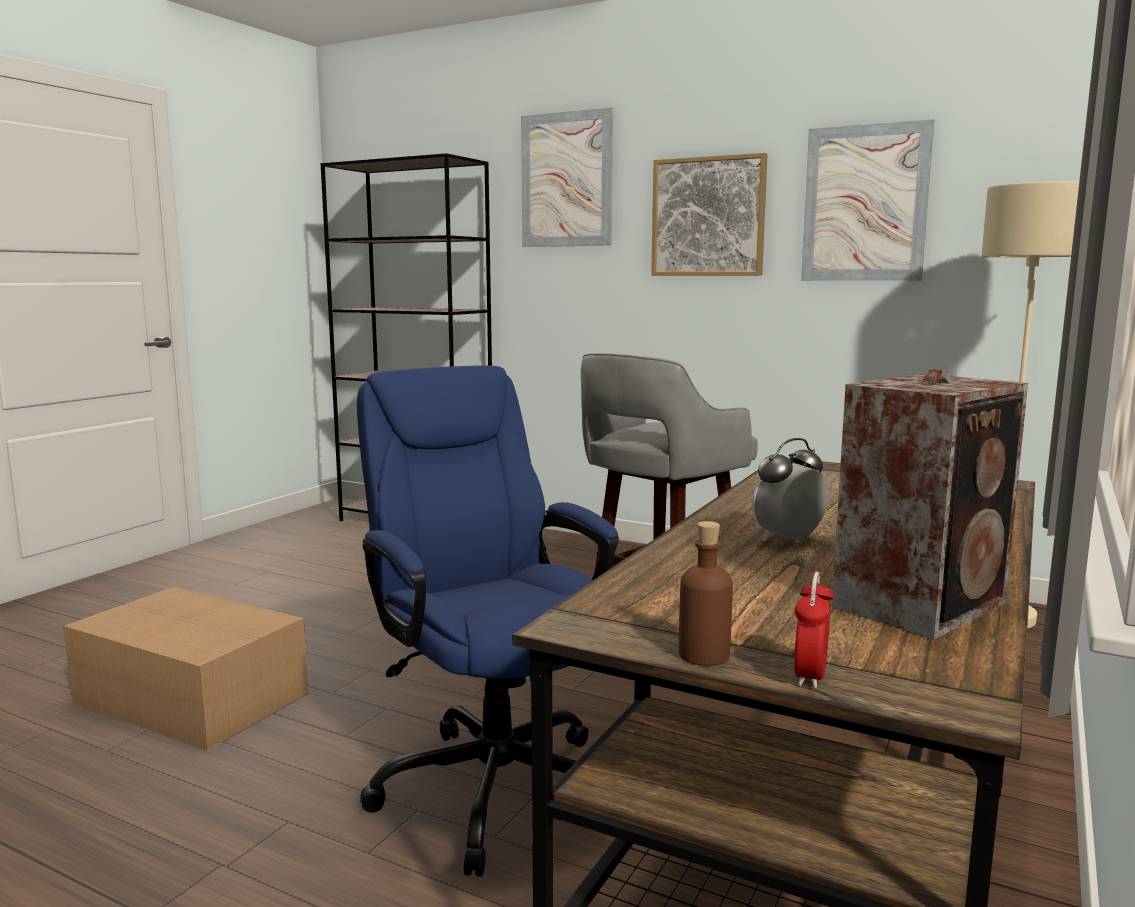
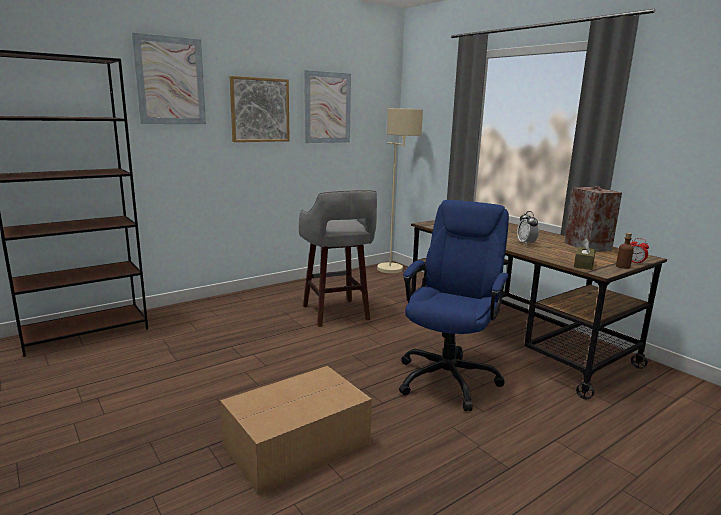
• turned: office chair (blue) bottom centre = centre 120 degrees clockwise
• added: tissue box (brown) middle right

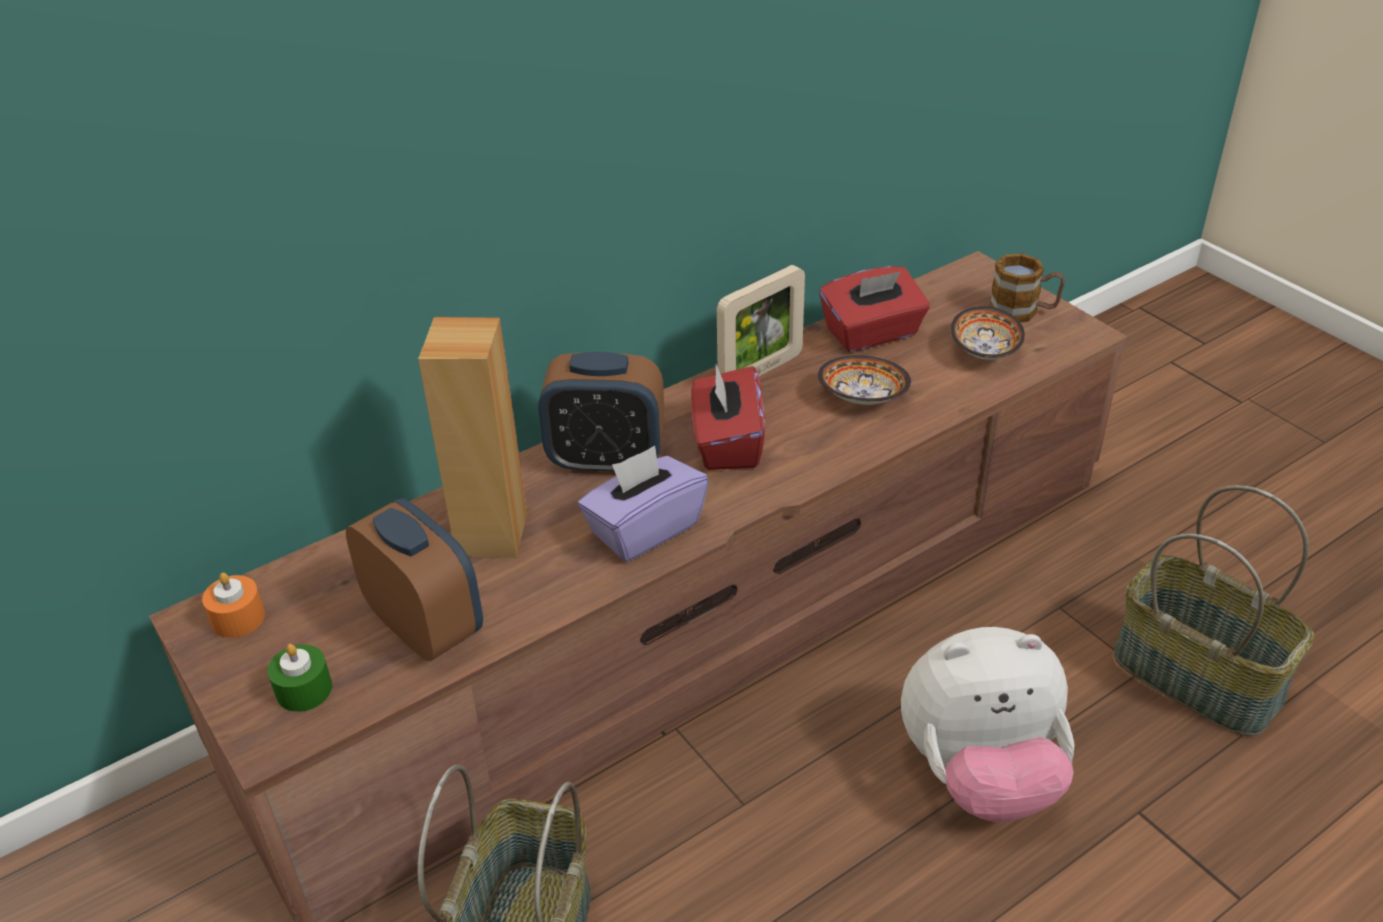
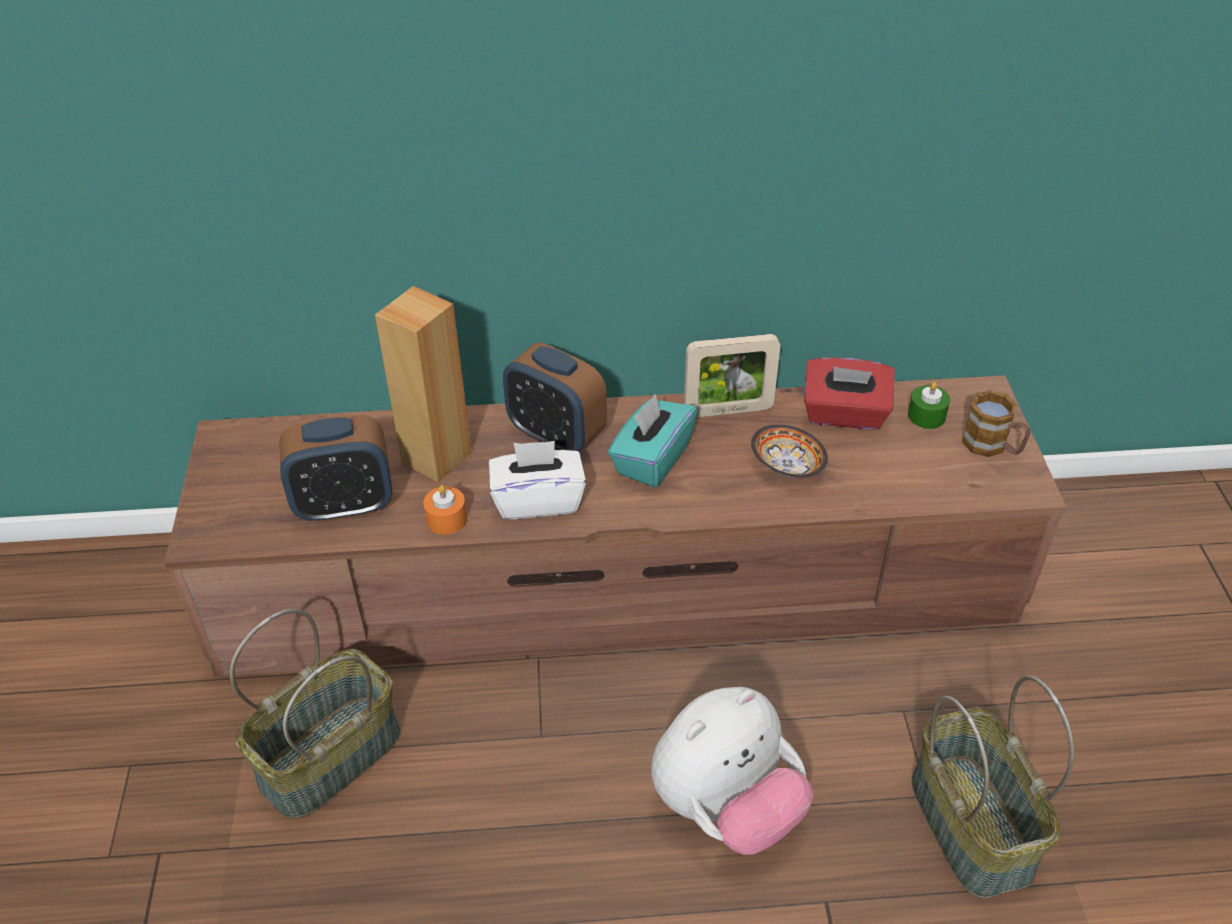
• removed: bowl (2nd from left) middle right
• recoloured: tissue box (red) (1st from left) centre to tissue box (turquoise) centre
• recoloured: tissue box (purple) centre to tissue box (white) centre
• turned: alarm clock (1st from left) middle left = middle left 90 degrees clockwise
• moved: candle (orange) middle left to centre
• turned: plush toy bottom right = bottom centre 60 degrees counterclockwise
• moved: candle (green) bottom left to middle right

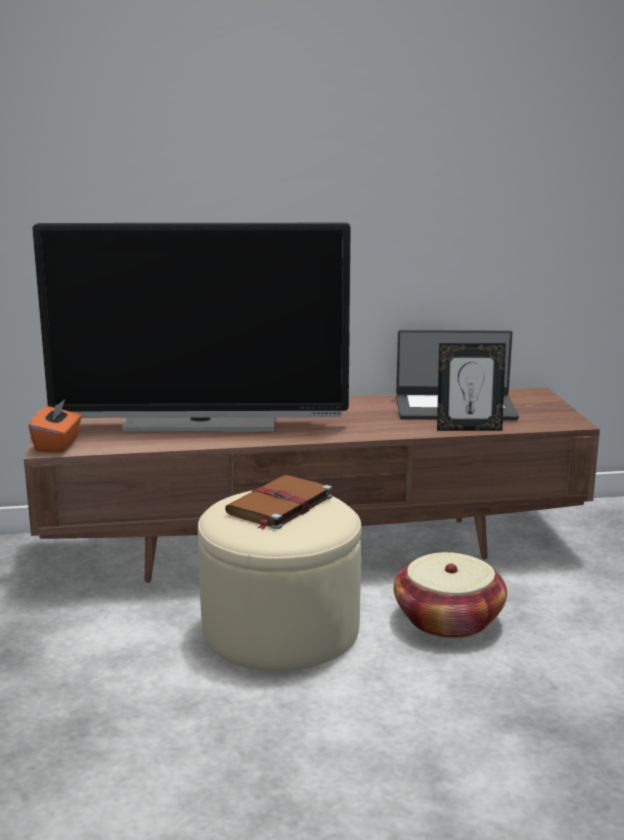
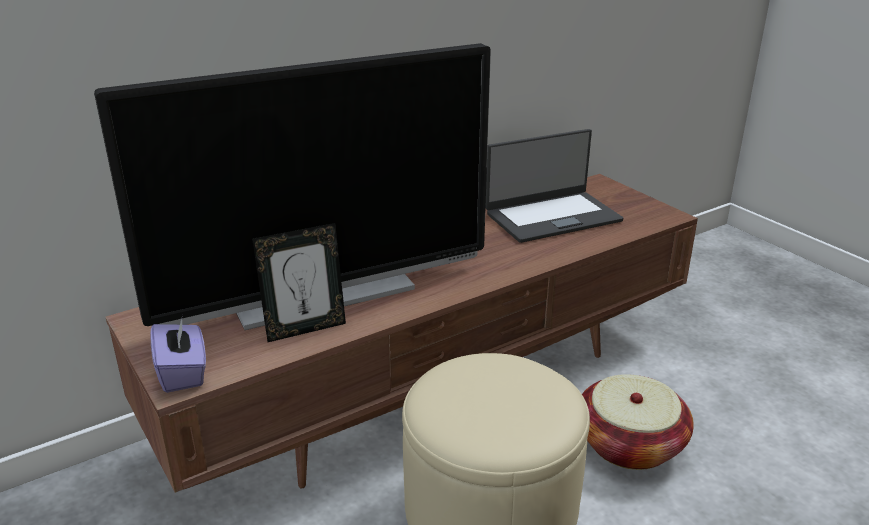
• moved: picture frame middle right to centre
• recoloured: tissue box (orange) middle left to tissue box (purple) bottom left
• removed: book (brown) centre

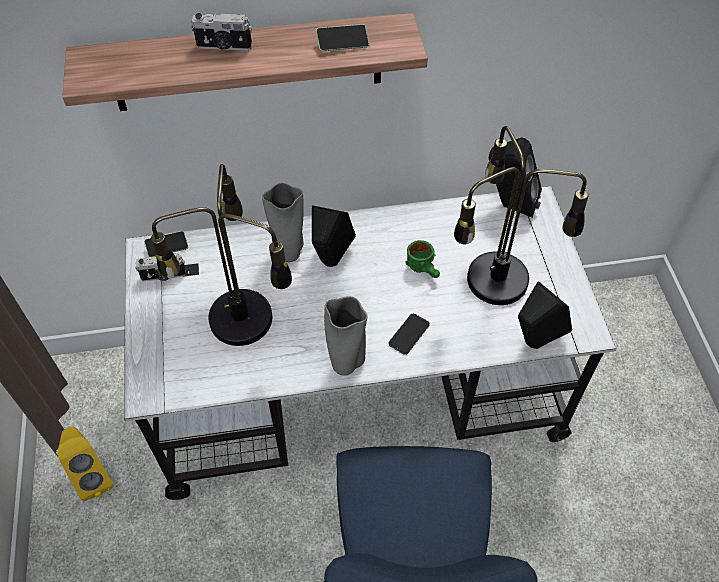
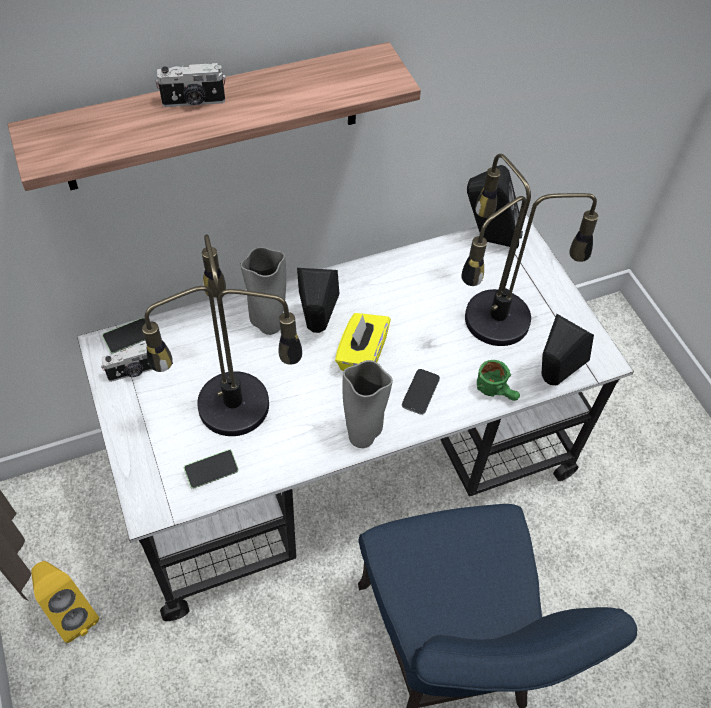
• moved: phone (2nd from left) top centre to middle left
• moved: mug (green) centre to middle right
• added: tissue box (yellow) centre

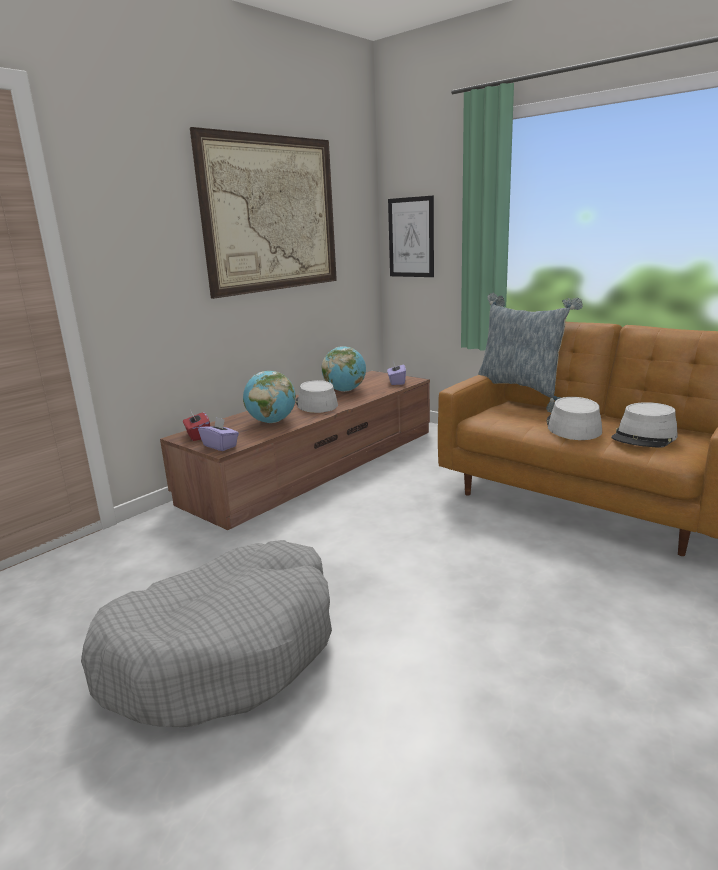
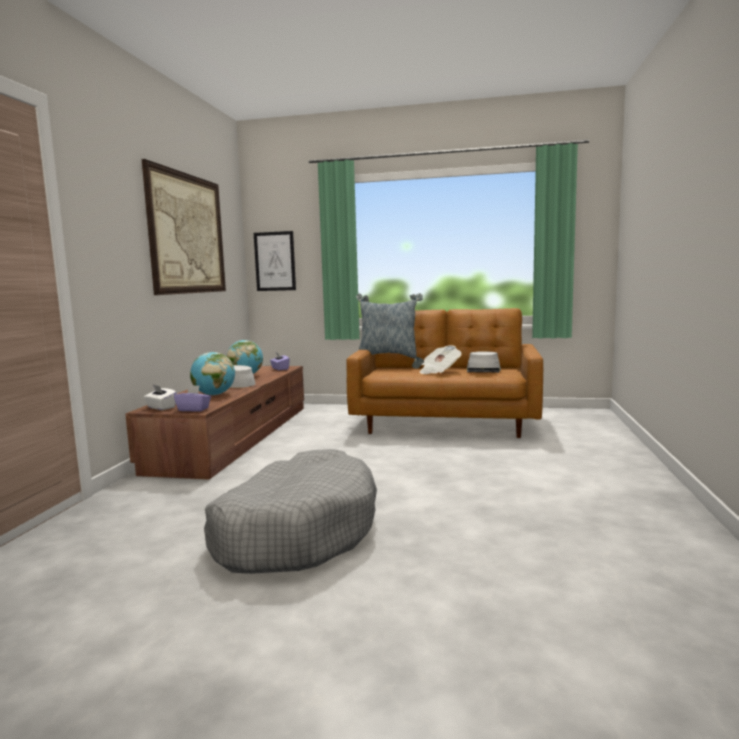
• replaced: hat (grey) (2nd from left) middle right to newspaper centre
• recoloured: tissue box (red) middle left to tissue box (white) middle left

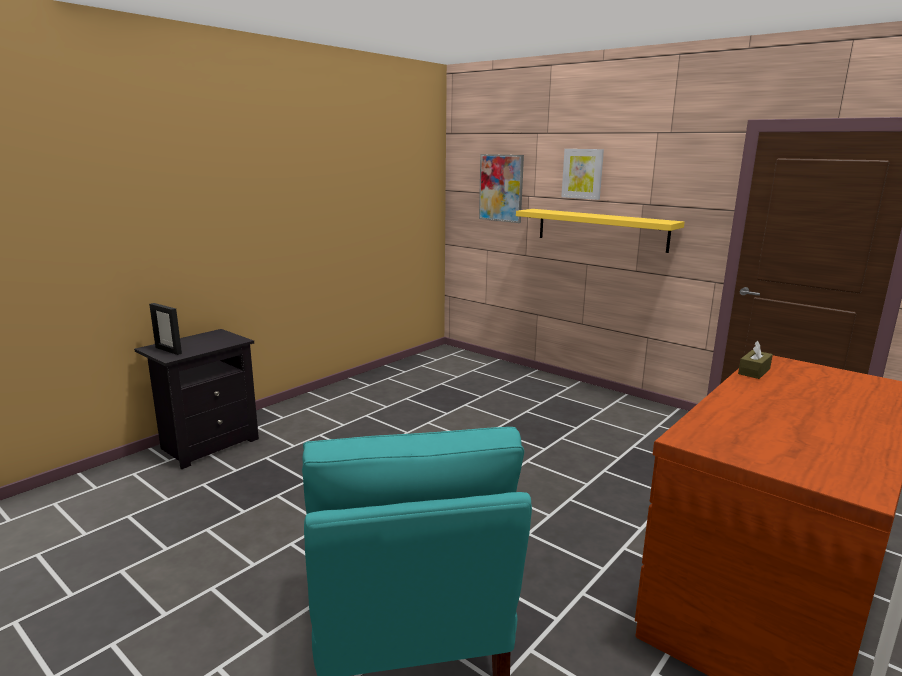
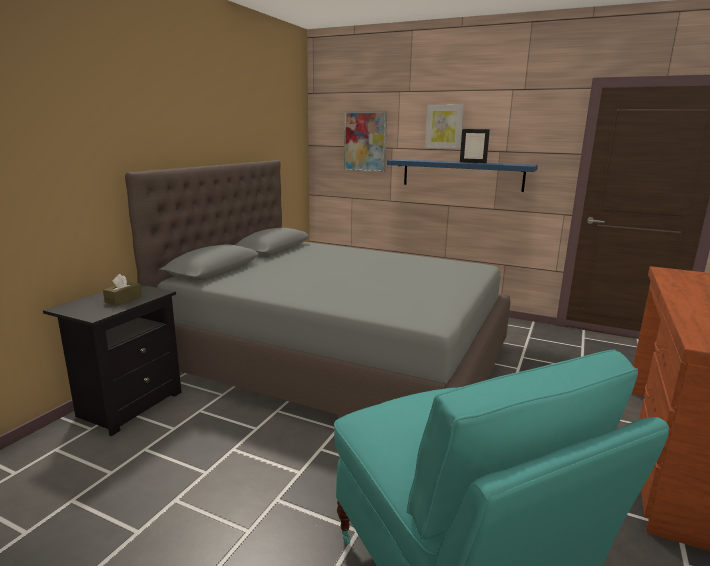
• recoloured: shelf (yellow) centre to shelf (blue) top centre
• moved: picture frame middle left to top right
• moved: tissue box (brown) middle right to middle left
• added: bed (grey) centre

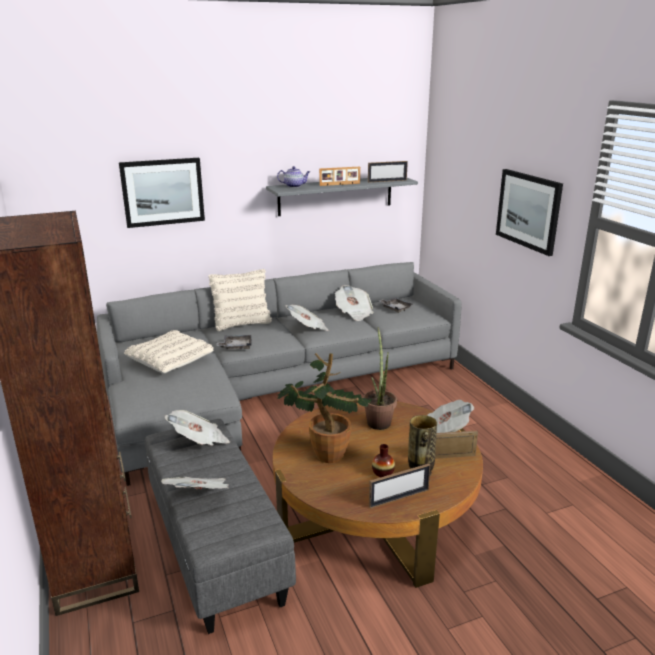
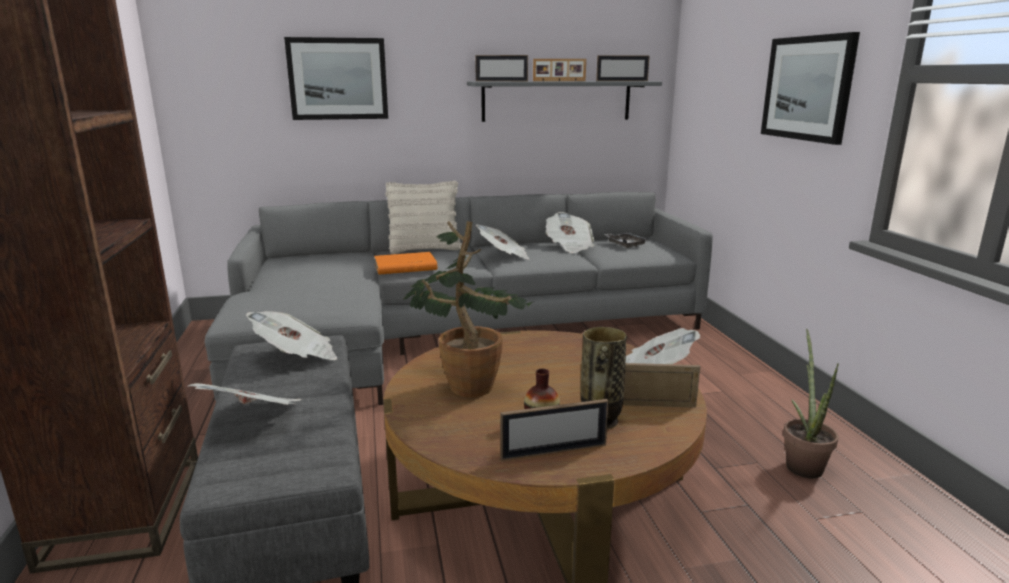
• replaced: teapot top centre to picture frame (1st from left) top centre
• moved: potted plant (2nd from left) centre to bottom right
• removed: pillow (beige) (1st from left) middle left
• replaced: tray (grey) (1st from left) centre to book (orange) centre

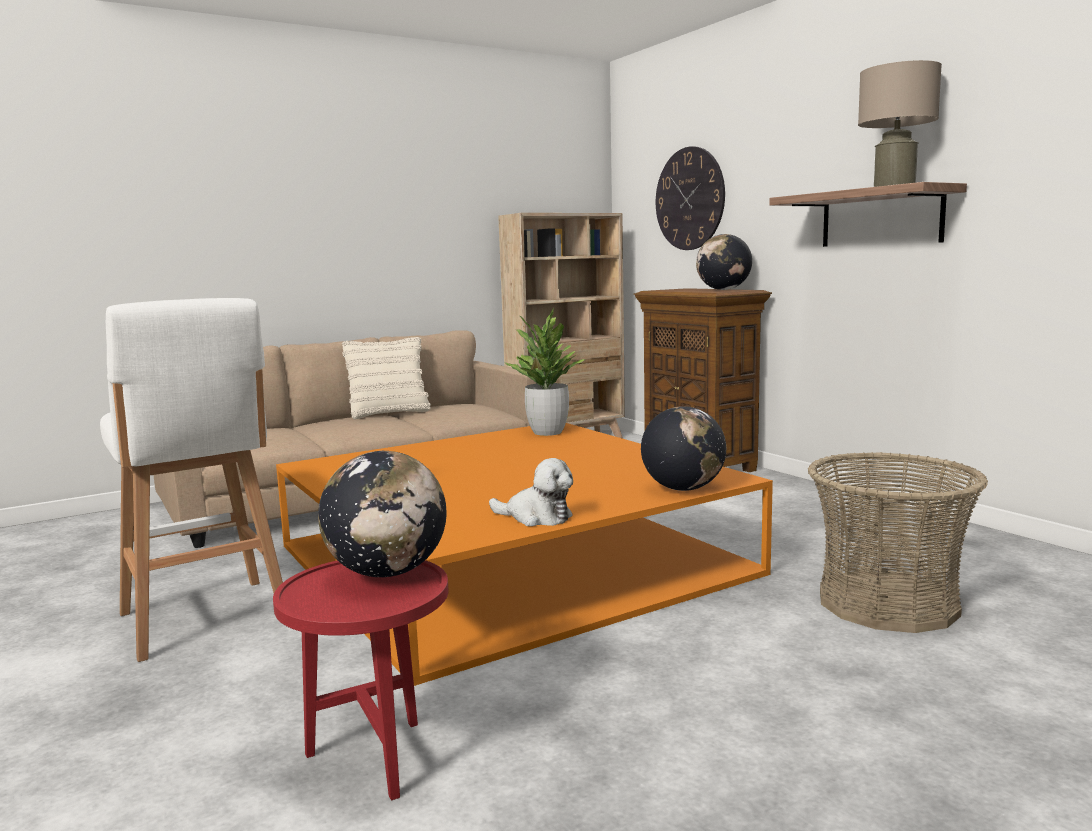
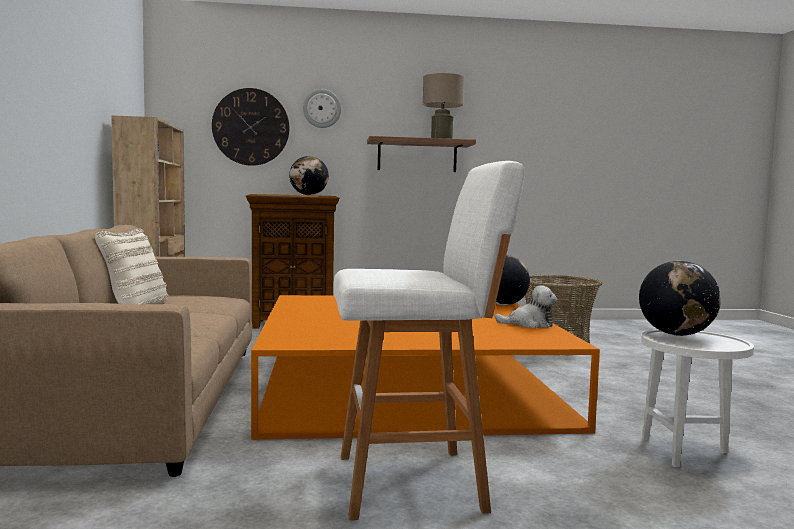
• removed: potted plant centre
• turned: plush toy centre = centre 45 degrees clockwise
• recoloured: side table (red) bottom left to side table (white) bottom right
• added: wall clock (2nd from left) top centre

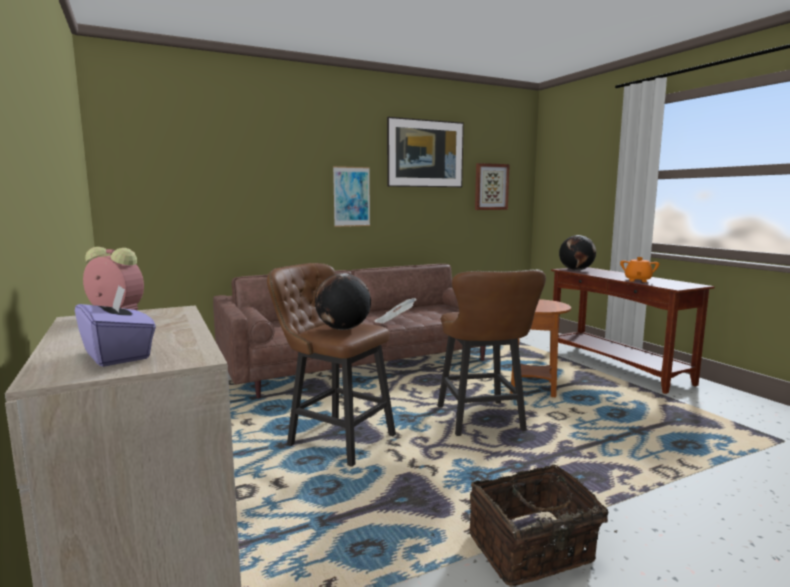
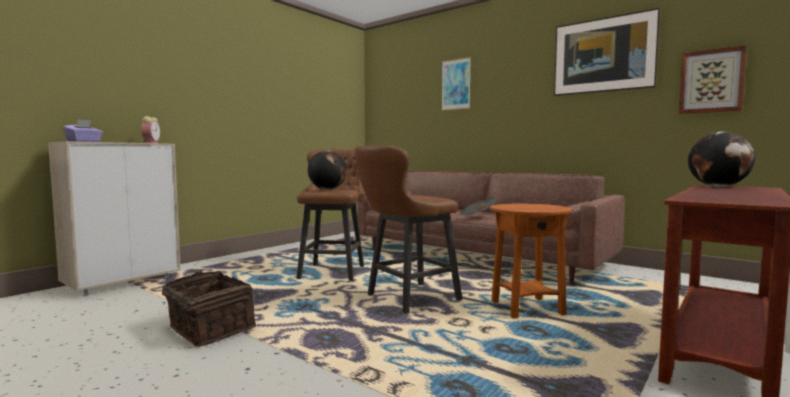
• moved: picture (1st from left) centre to top centre
• removed: teapot (orange) middle right

